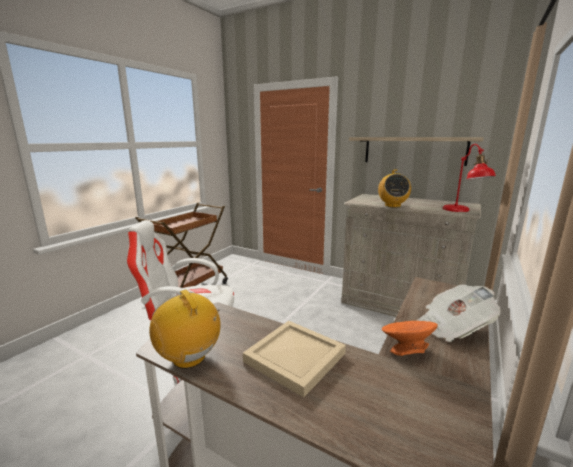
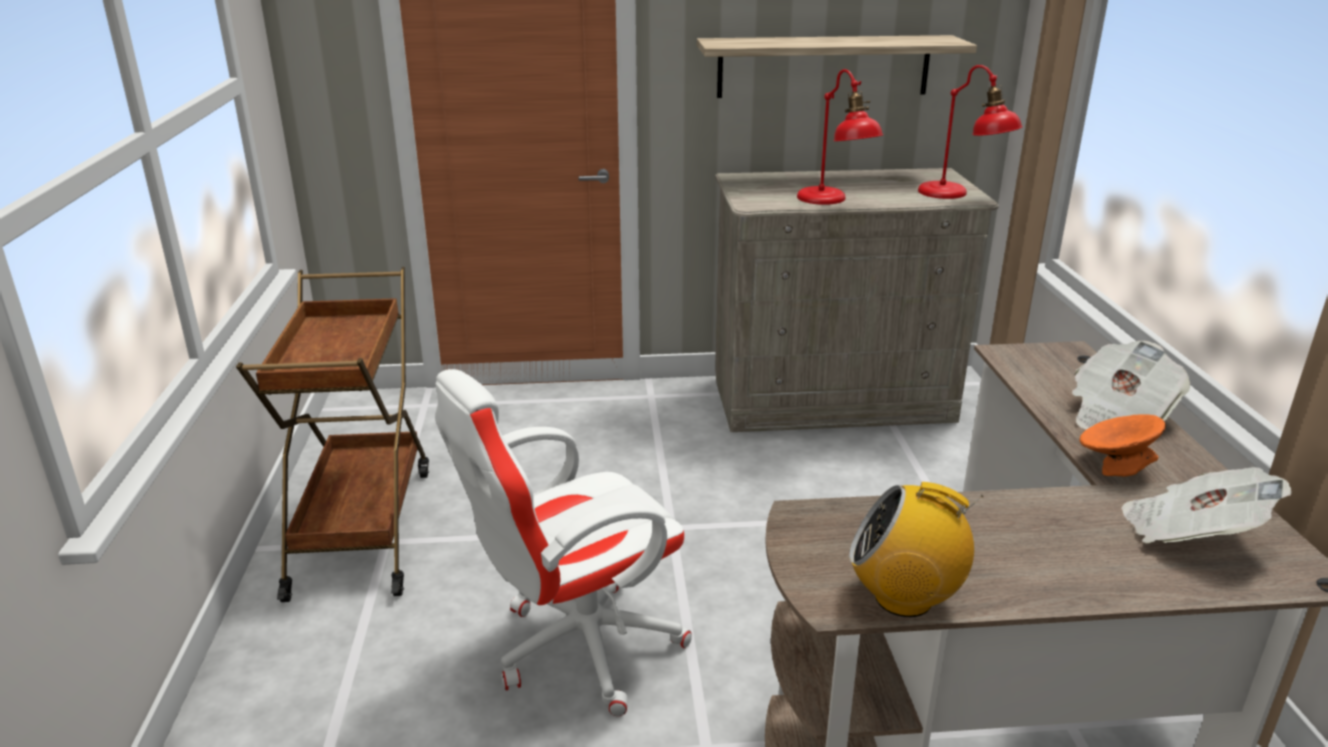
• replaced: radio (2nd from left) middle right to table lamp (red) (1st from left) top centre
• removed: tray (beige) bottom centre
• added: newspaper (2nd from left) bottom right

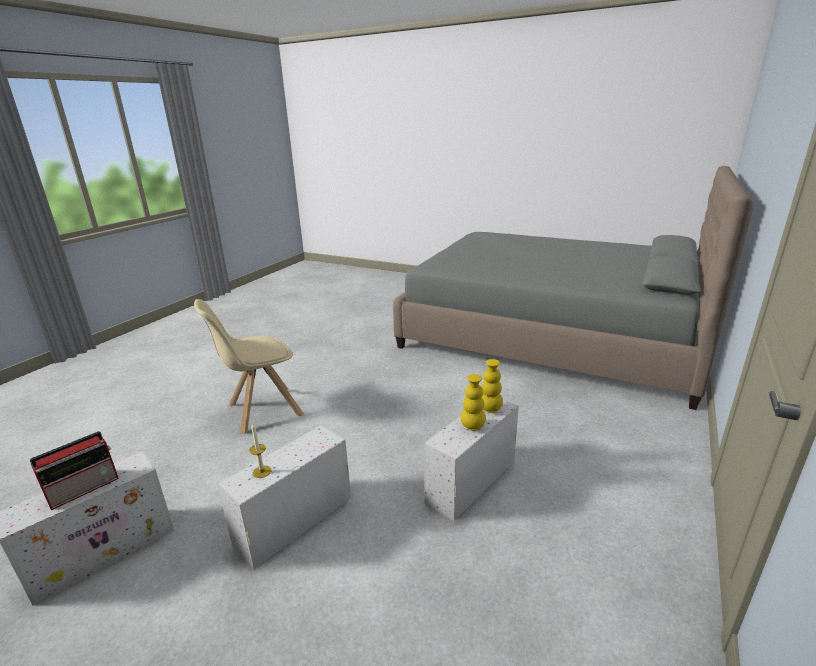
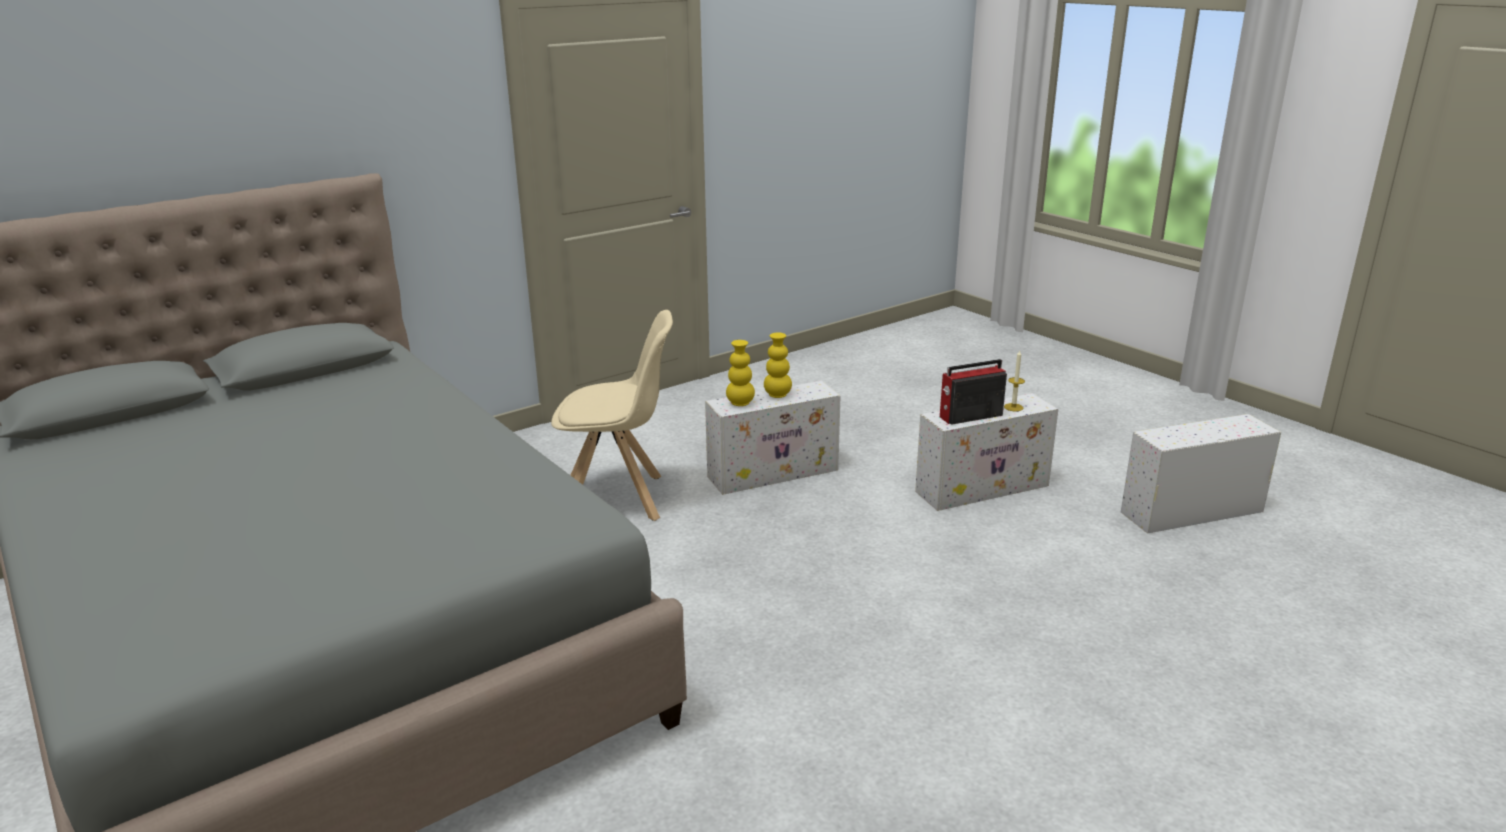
• moved: chair (beige) middle left to centre
• moved: radio bottom left to centre

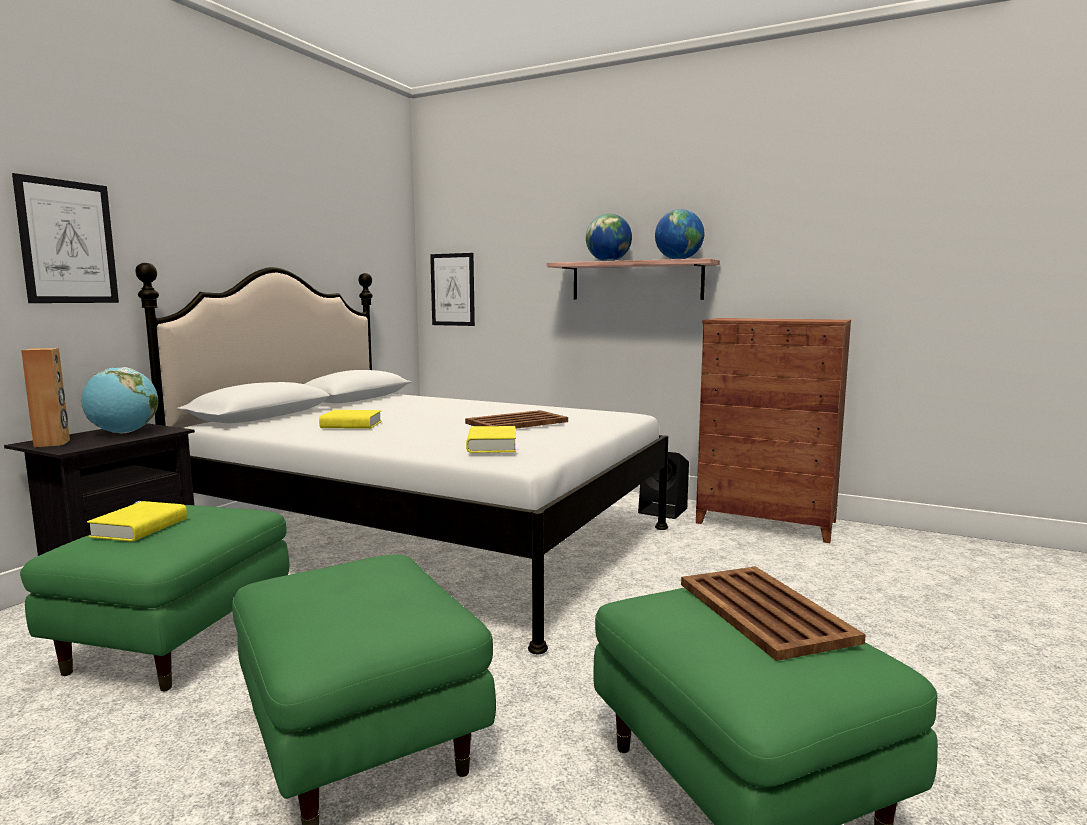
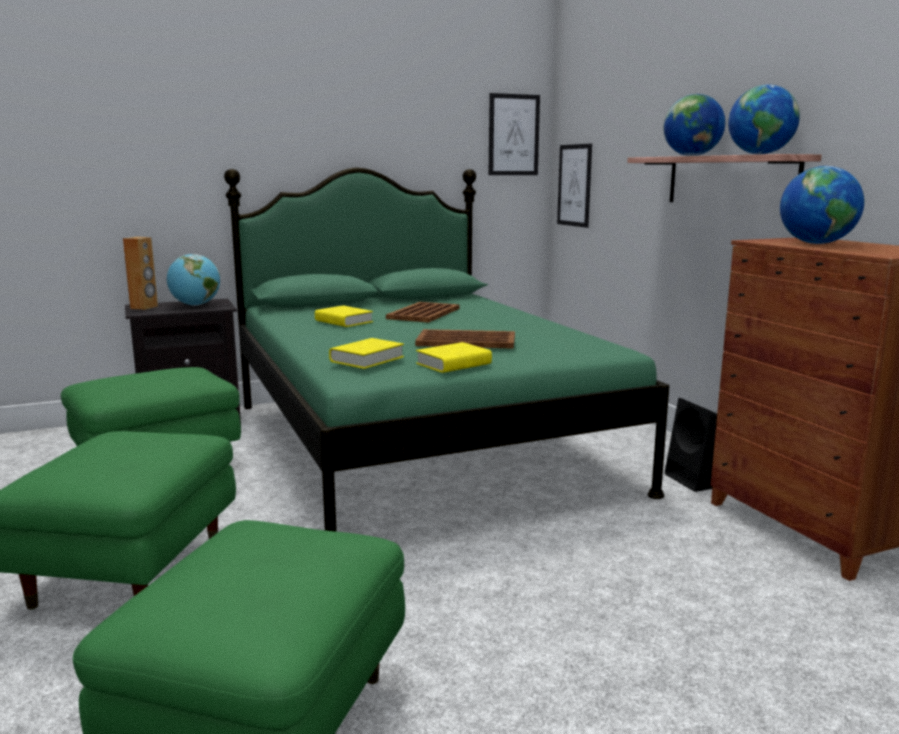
• moved: picture (1st from left) top left to top centre
• recoloured: bed (white) centre to bed (green) centre
• moved: book (yellow) (1st from left in the first image) middle left to book (yellow) (3rd from left) centre
• moved: tray (brown) (2nd from left in the first image) bottom right to tray (brown) (1st from left) centre
• added: globe (4th from left) top right

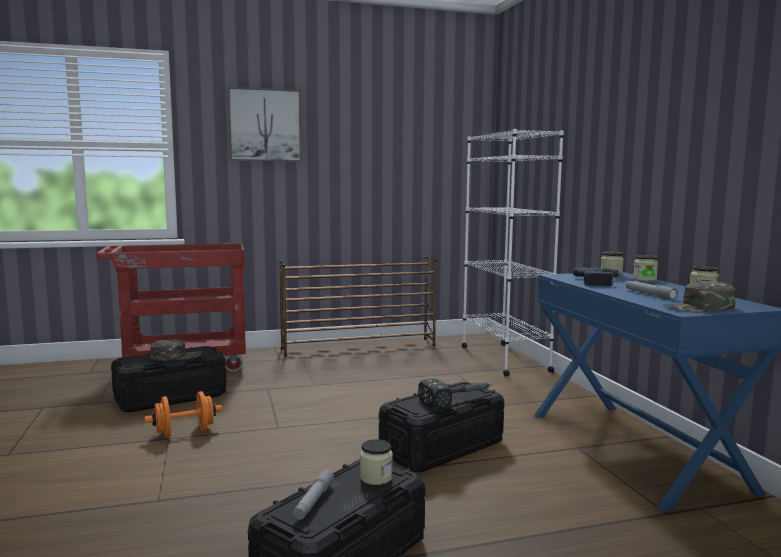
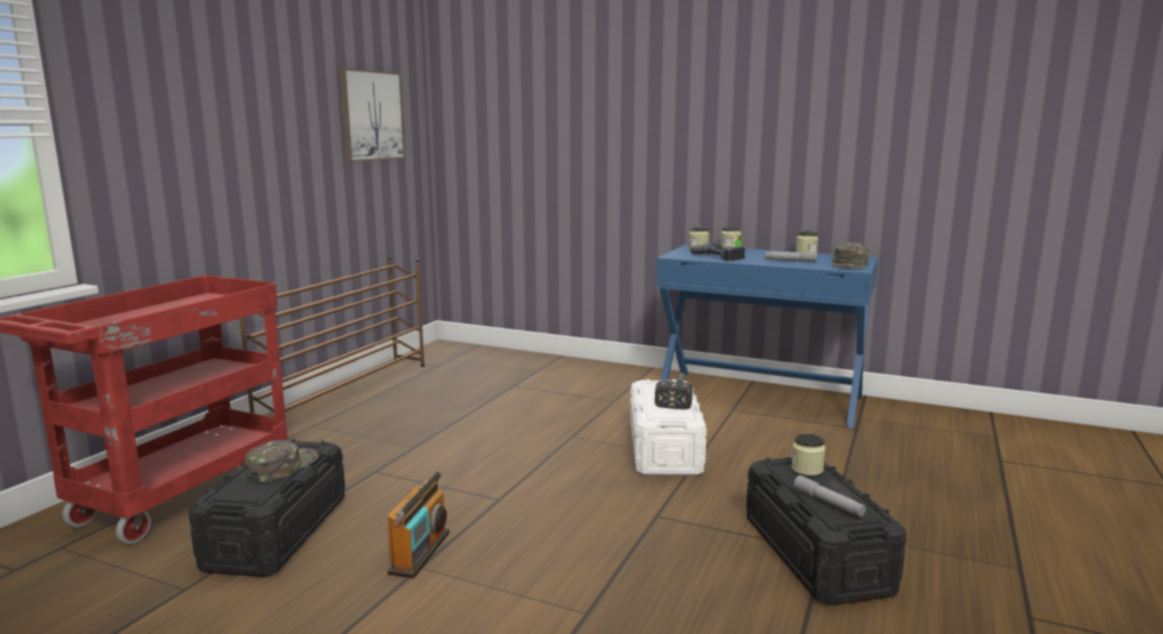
• moved: picture top centre to top left
• removed: bookcase (white) centre
• recoloured: storage box (black) (3rd from left) bottom centre to storage box (white) bottom centre
• replaced: dumbbell (orange) bottom left to radio bottom centre

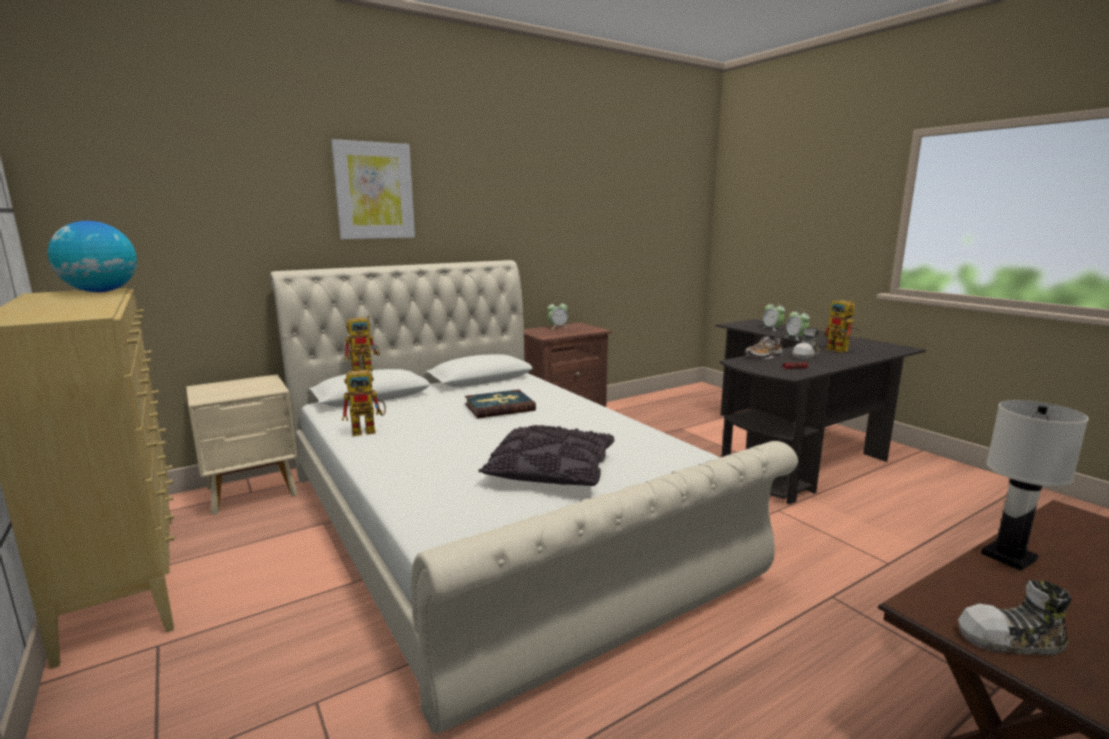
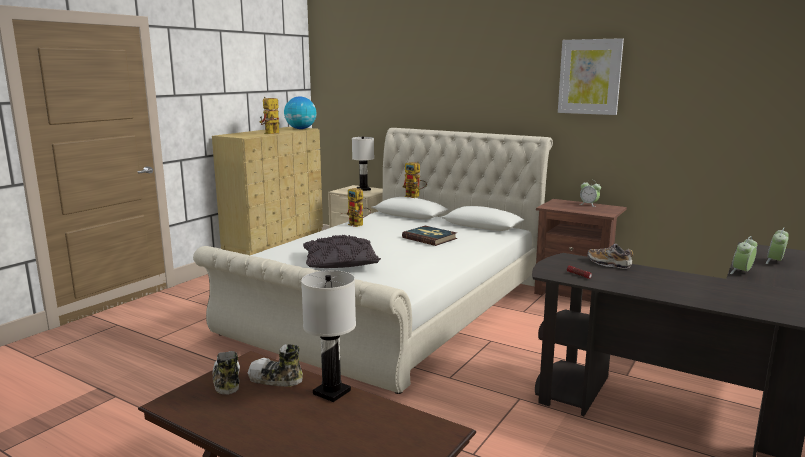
• moved: picture top centre to top right
• moved: toy robot (3rd from left in the first image) middle right to toy robot (1st from left) top centre
• moved: shoe (2nd from left) middle right to bottom centre
• added: table lamp (white) (2nd from left) centre

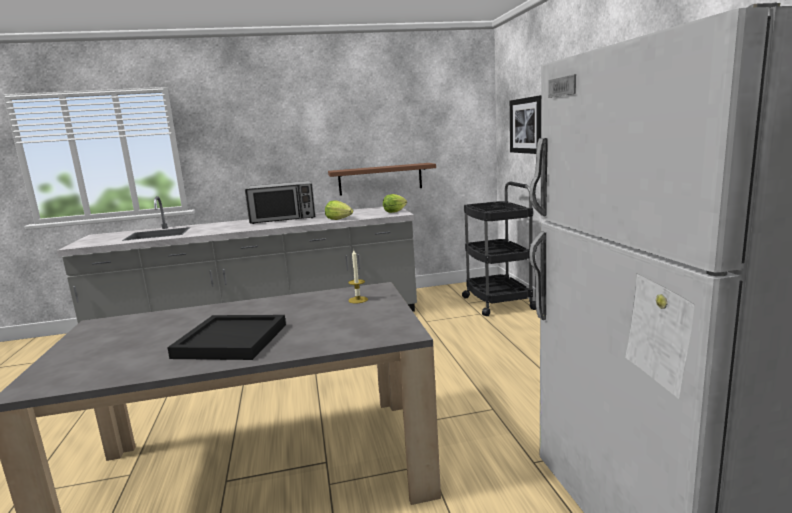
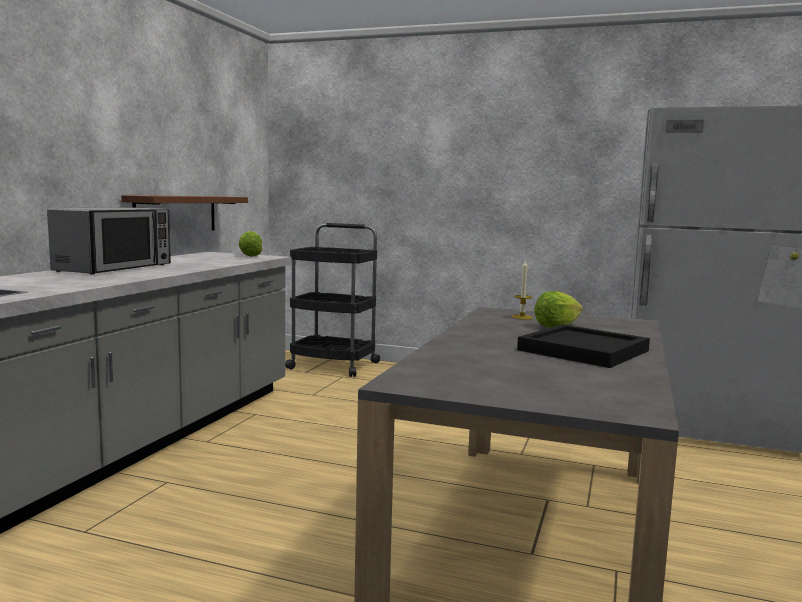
• removed: picture top centre
• moved: lettuce (1st from left in the first image) centre to lettuce (2nd from left) middle right

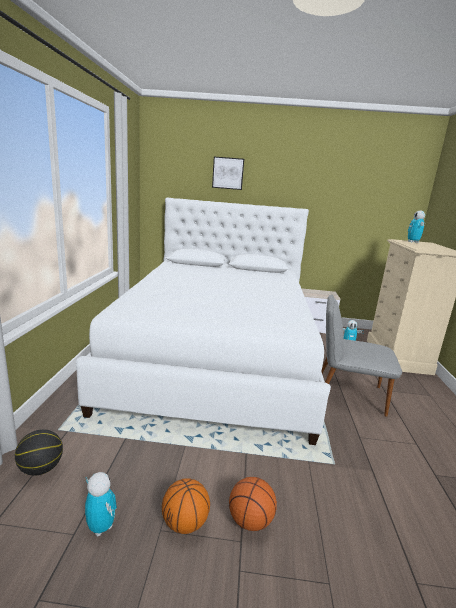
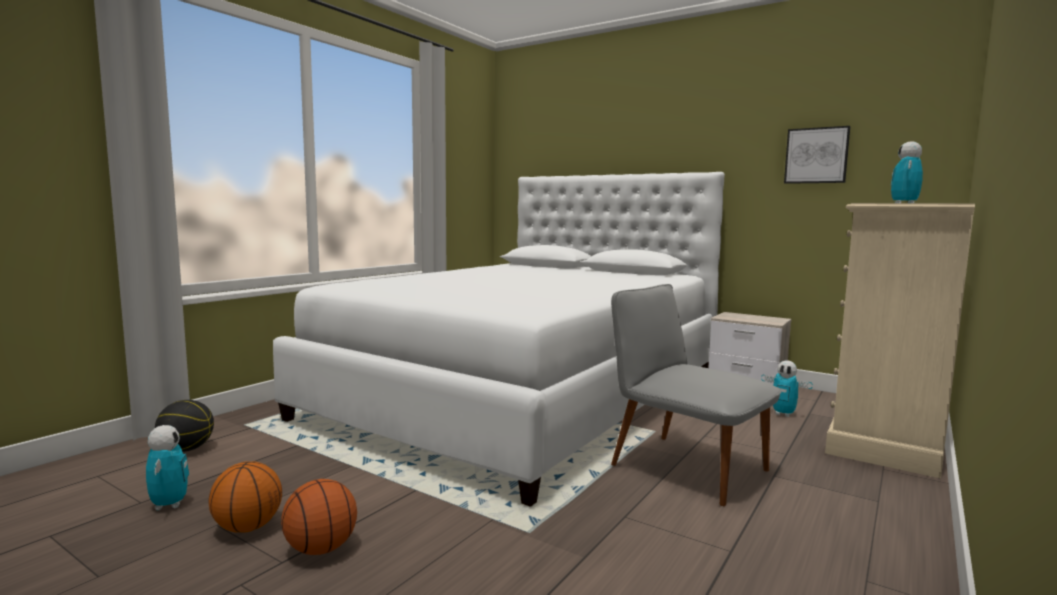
• moved: picture top centre to top right

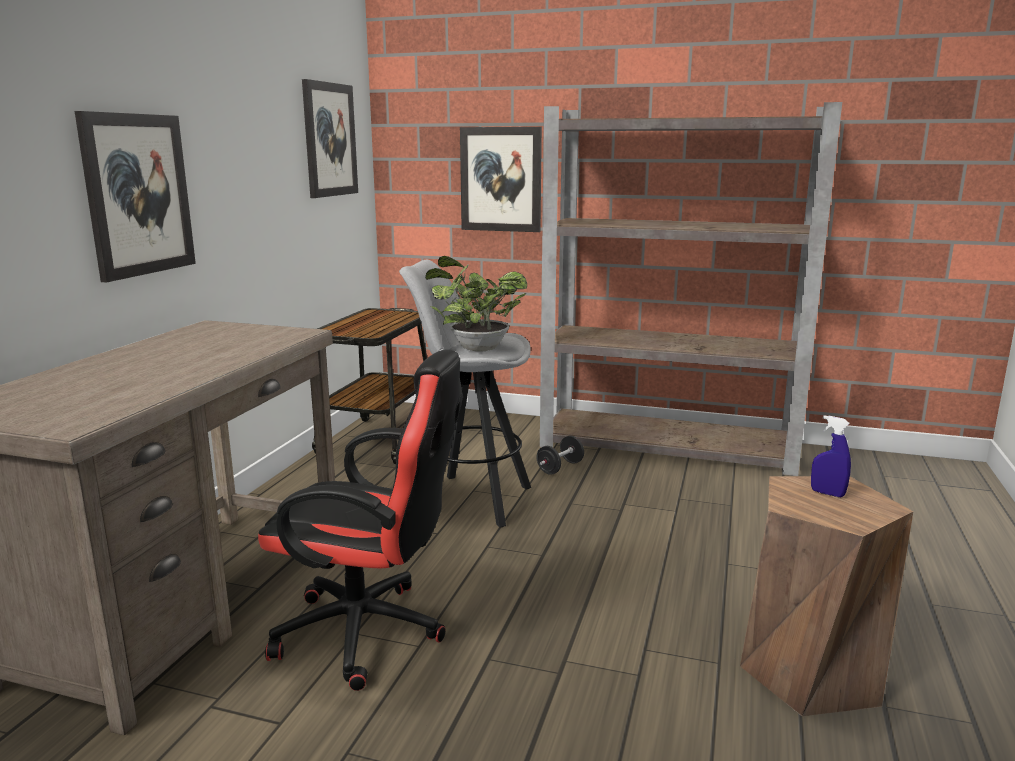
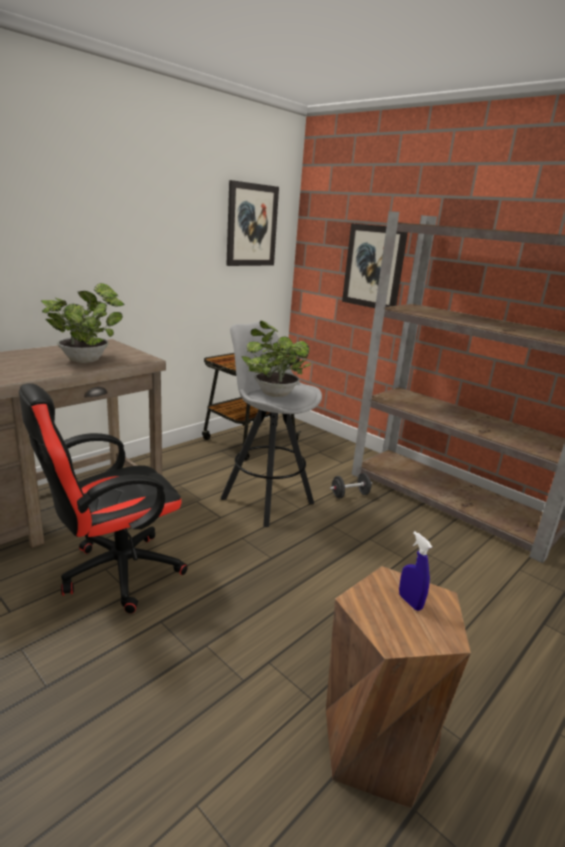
• removed: picture (1st from left) top left
• turned: office chair (black) bottom centre = middle left 105 degrees clockwise
• added: potted plant (1st from left) middle left

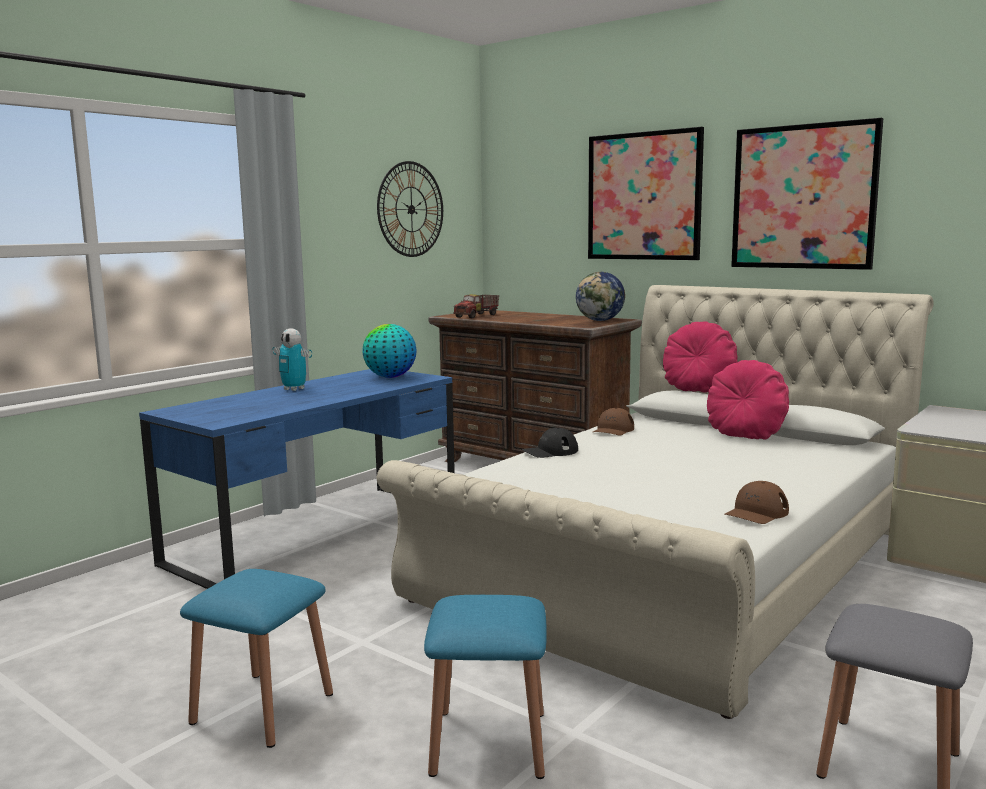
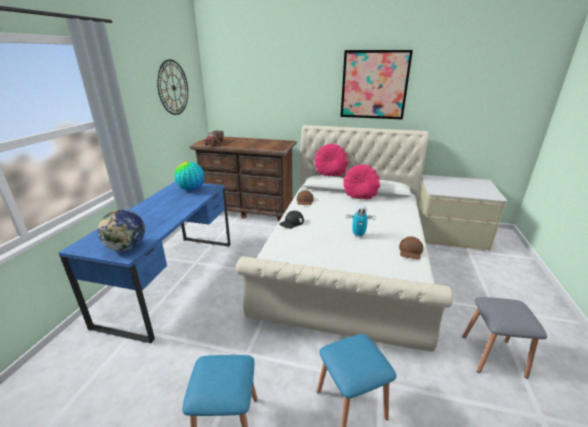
• removed: picture (1st from left) top centre
• moved: globe (2nd from left in the first image) centre to globe (1st from left) middle left
• moved: toy robot middle left to centre

